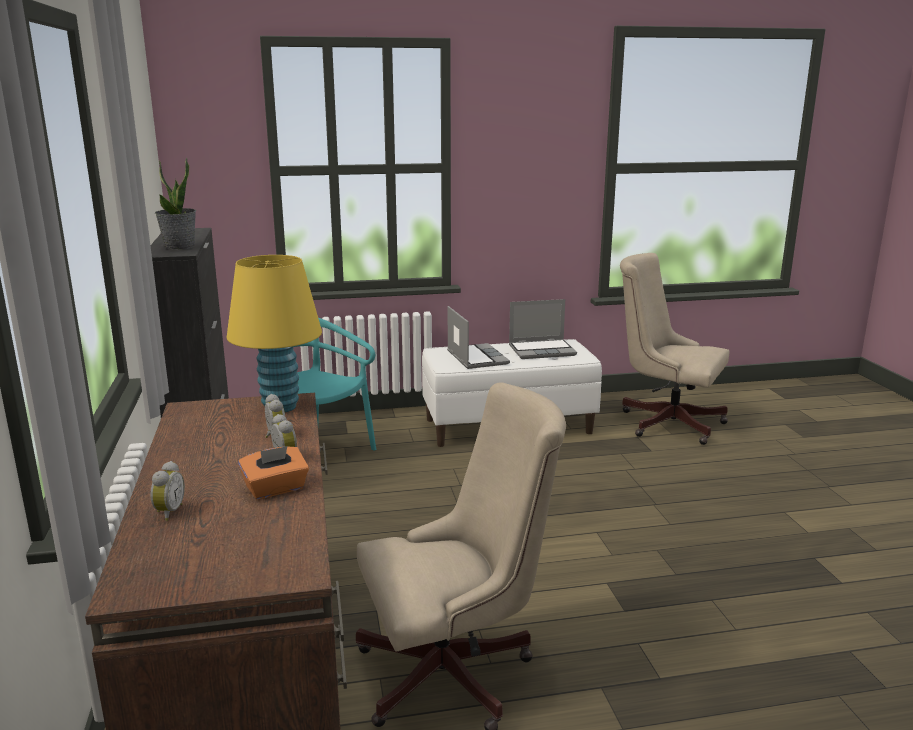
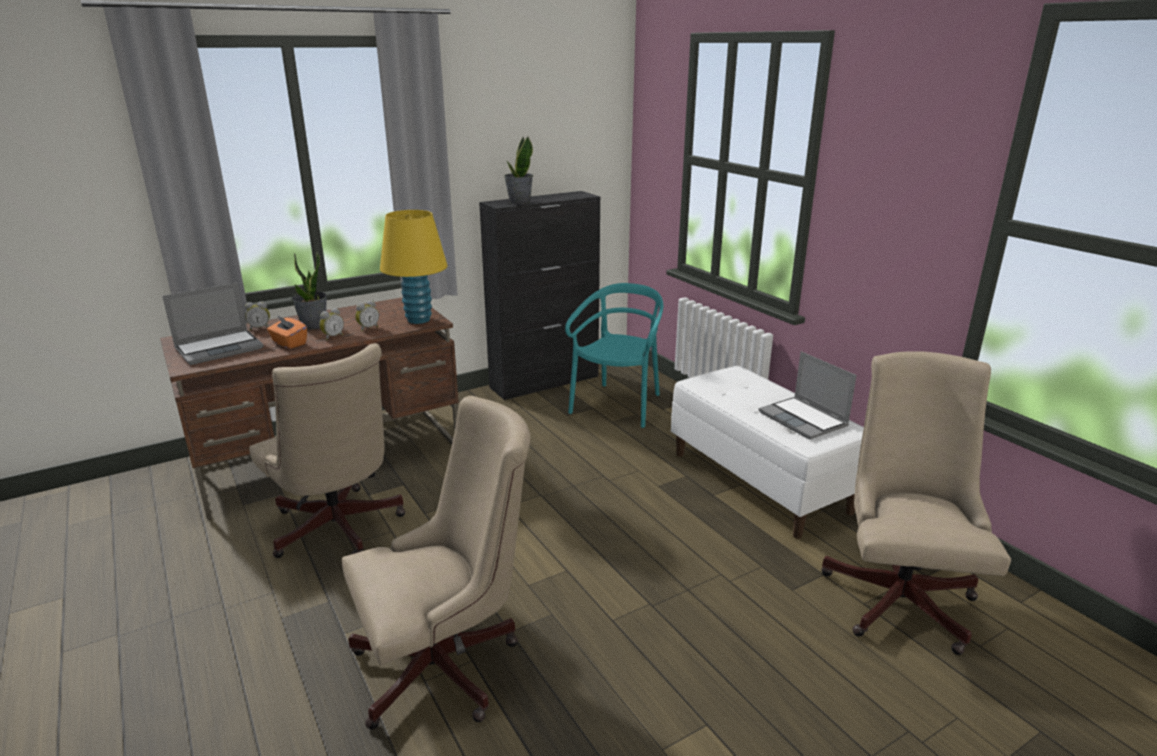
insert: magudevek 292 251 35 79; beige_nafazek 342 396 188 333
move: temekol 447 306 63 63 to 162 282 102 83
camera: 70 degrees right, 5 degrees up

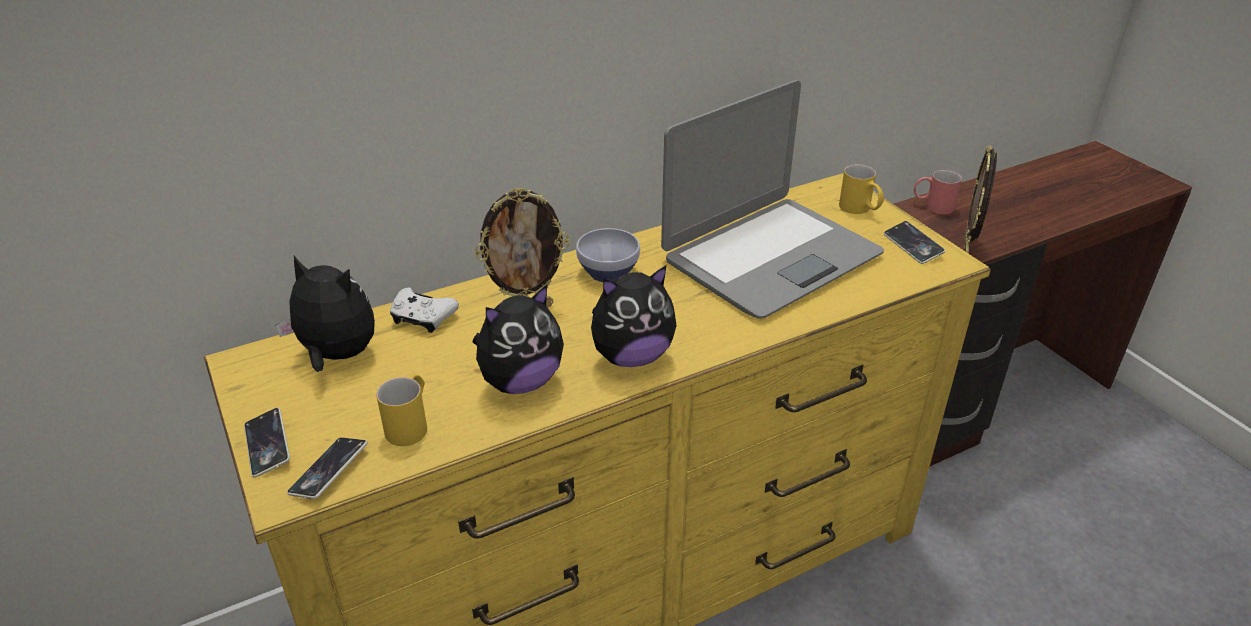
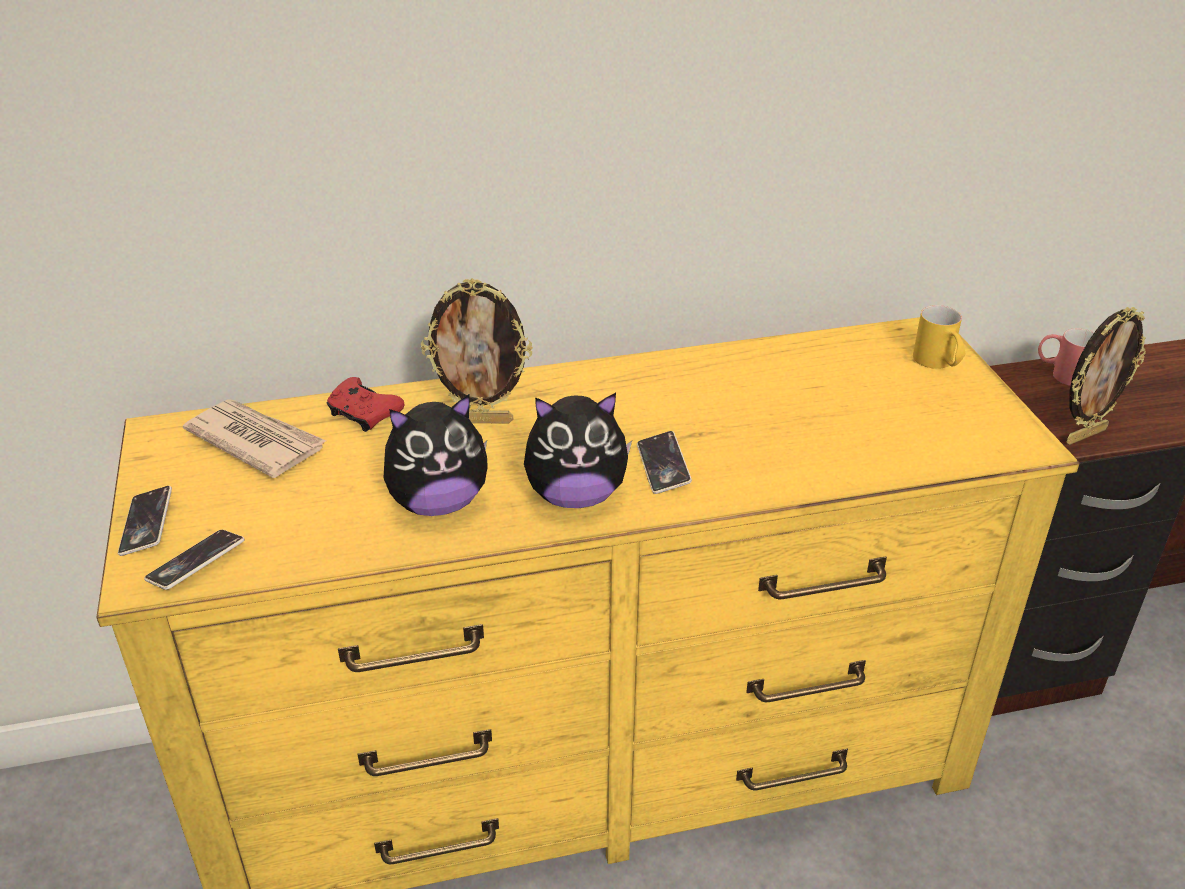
delete: temekol 661 80 223 239; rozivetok 576 228 64 54; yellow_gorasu 376 374 51 72
move: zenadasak 884 221 61 43 to 637 431 55 63
replace: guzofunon 275 256 100 116 to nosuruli 183 399 143 79
recolor: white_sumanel 390 288 69 45 to red_sumanel 327 377 78 55
rotate: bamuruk 964 145 33 109 = 1067 307 79 138 150 degrees counterclockwise
camera: 15 degrees right, 0 degrees up

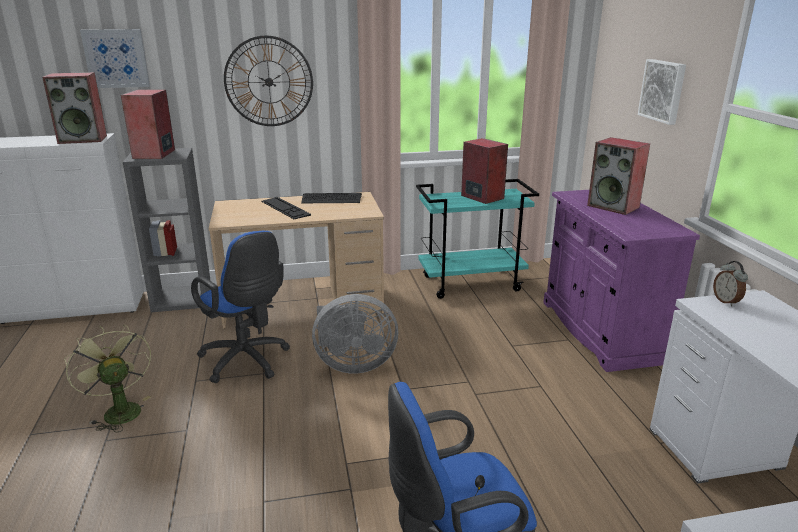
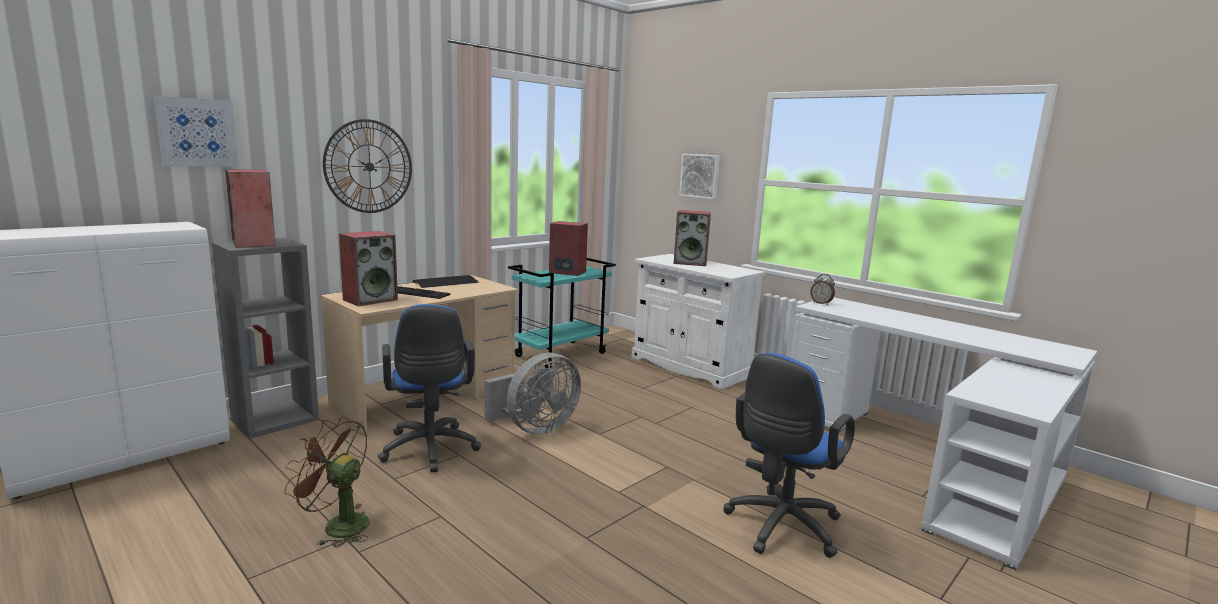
move: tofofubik 42 72 65 72 to 339 231 59 75
recolor: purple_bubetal 543 190 157 182 to white_bubetal 631 254 134 135; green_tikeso 64 325 87 107 to brown_tikeso 284 417 86 131
rotate: blue_nafazek 191 231 99 152 = 378 304 103 169 60 degrees clockwise
camera: 35 degrees left, 10 degrees down

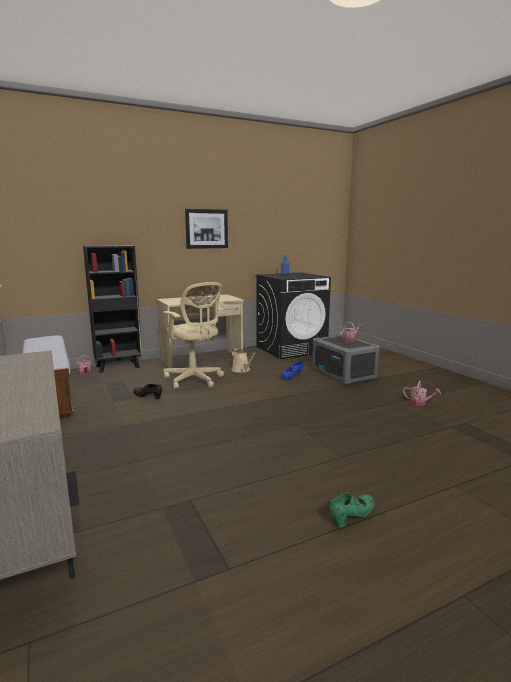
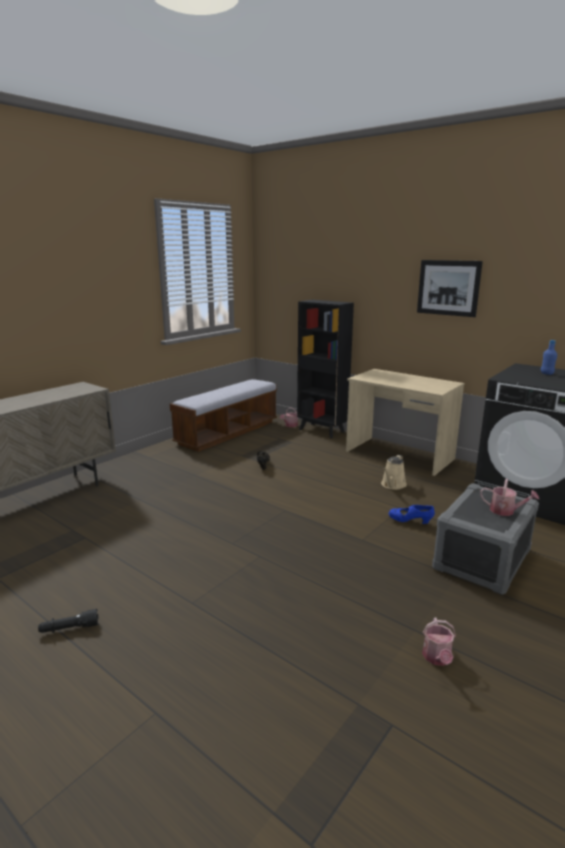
delete: beige_nafazek 163 282 61 107
replace: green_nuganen 329 493 45 35 to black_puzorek 38 609 60 24
camera: 65 degrees right, 5 degrees up

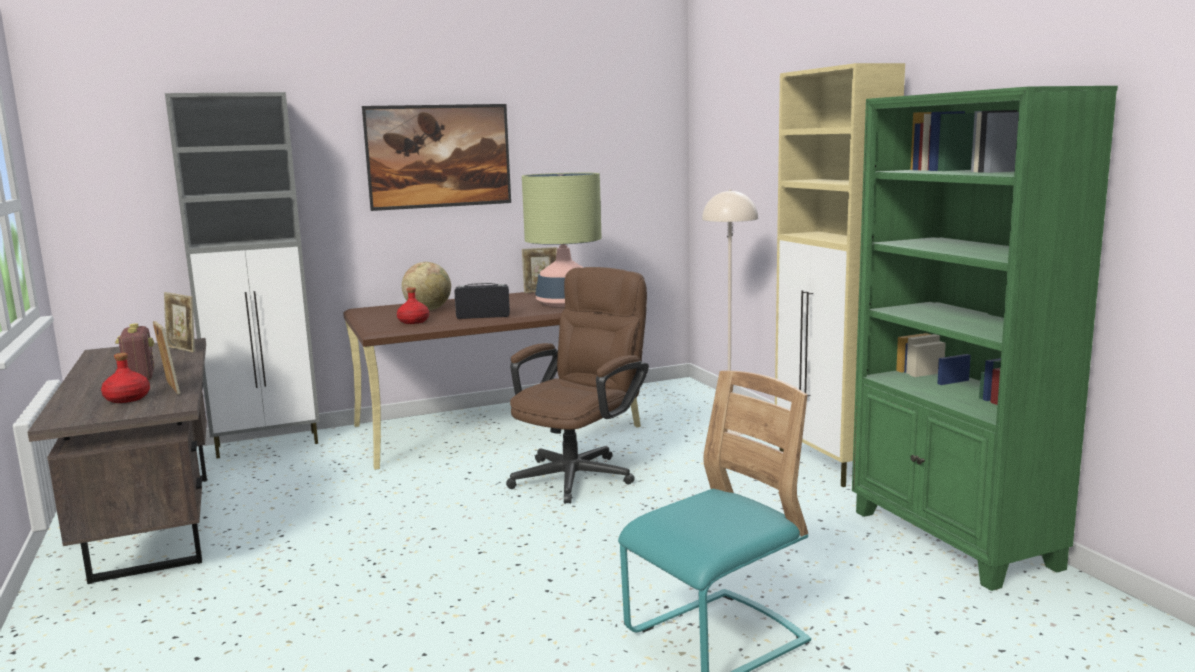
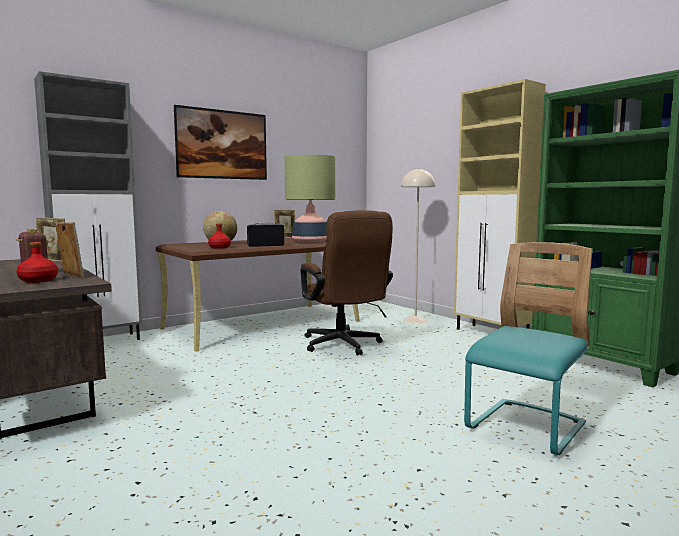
rotate: brown_nafazek 506 267 143 237 = 300 210 93 145 135 degrees clockwise
camera: 15 degrees left, 5 degrees down

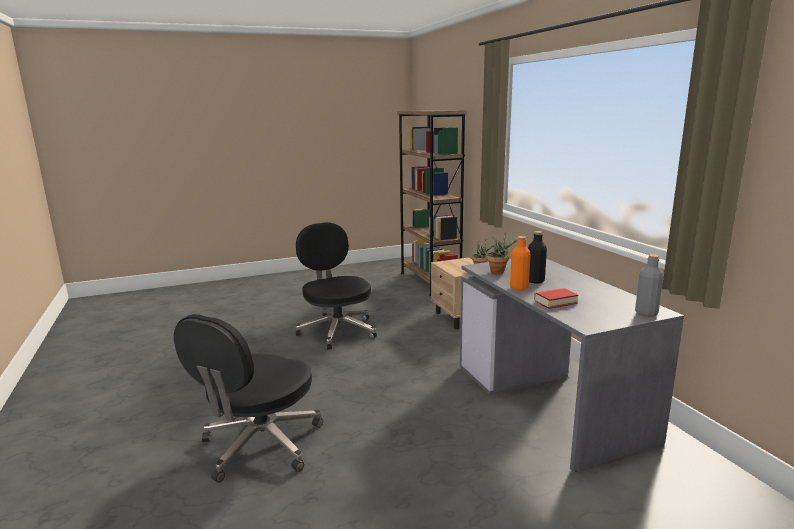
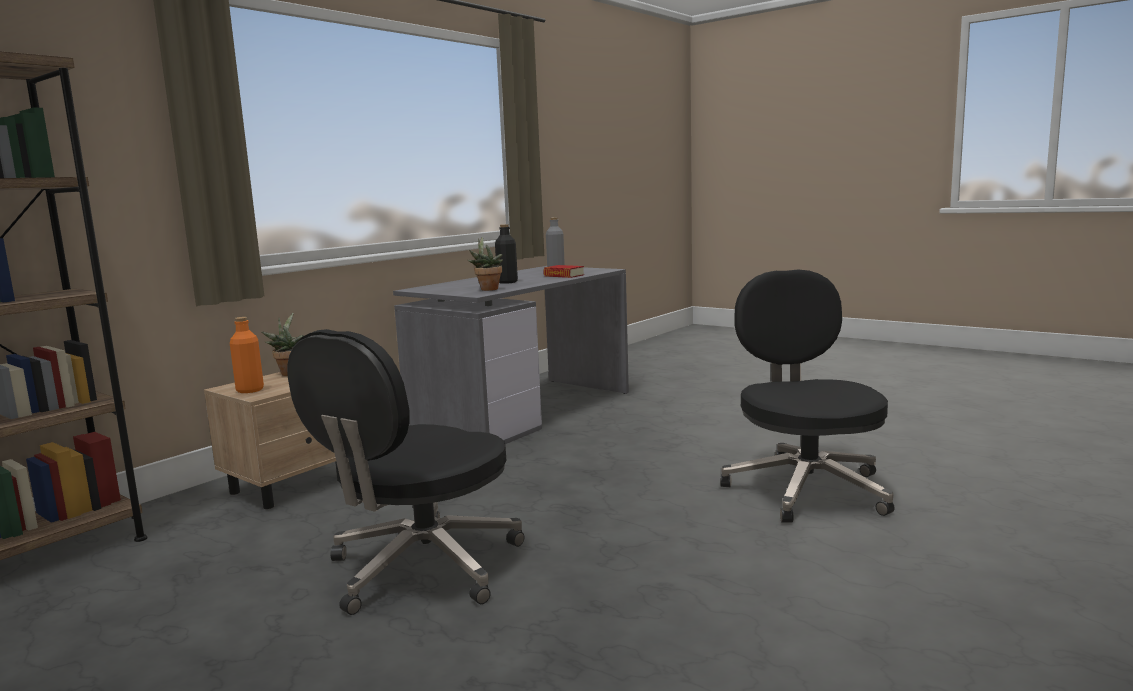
move: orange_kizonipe 510 236 21 55 to 230 317 34 76
rotate: black_nafazek 174 314 149 169 = 720 270 174 253 90 degrees counterclockwise
camera: 120 degrees left, 5 degrees down

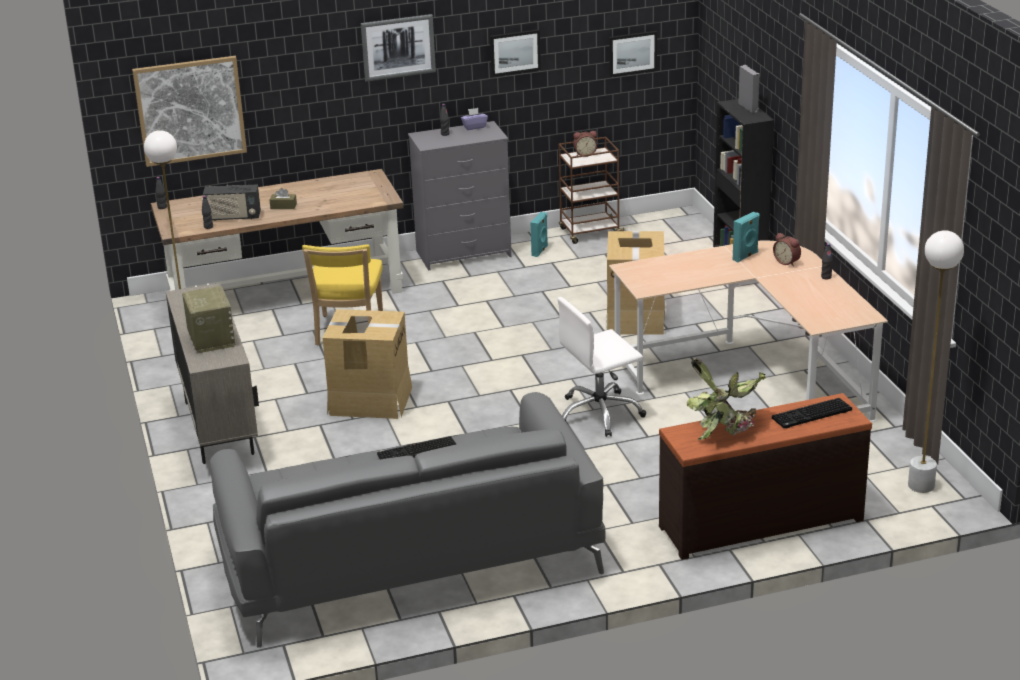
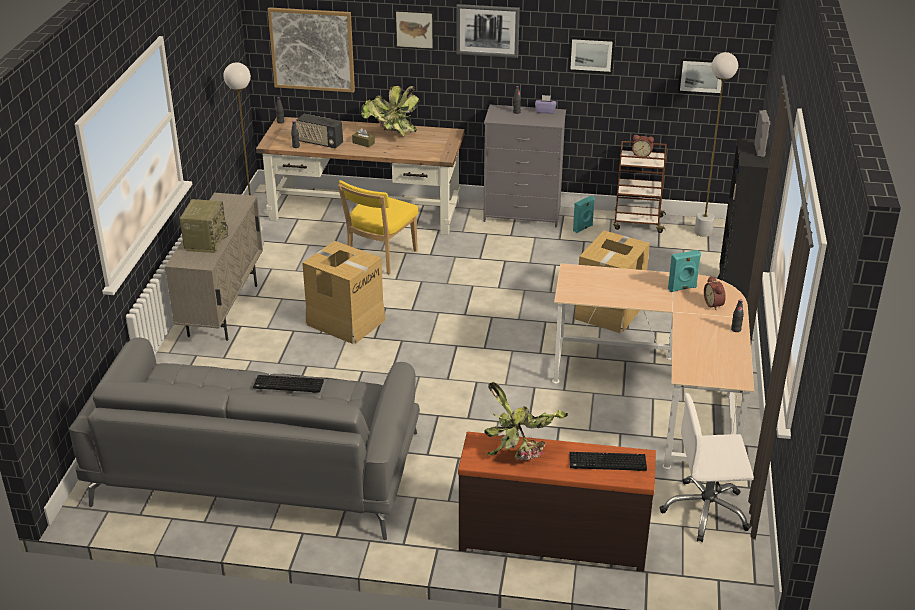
insert: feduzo 395 10 39 40; magudevek 361 86 58 51
move: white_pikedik 908 230 56 263 to 694 52 44 185; white_nafazek 557 297 89 140 to 660 393 94 149
camera: 25 degrees right, 5 degrees up

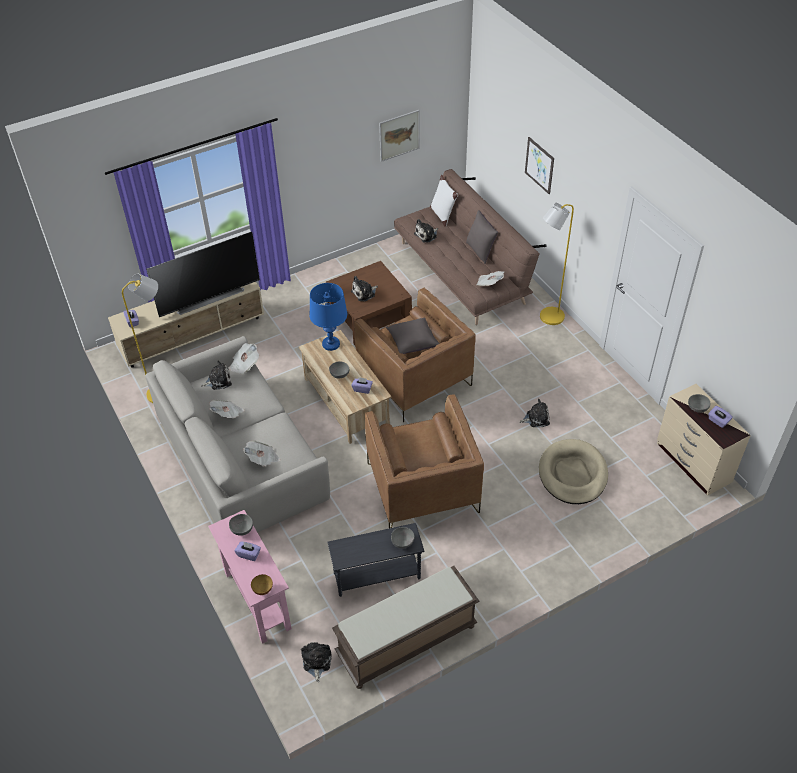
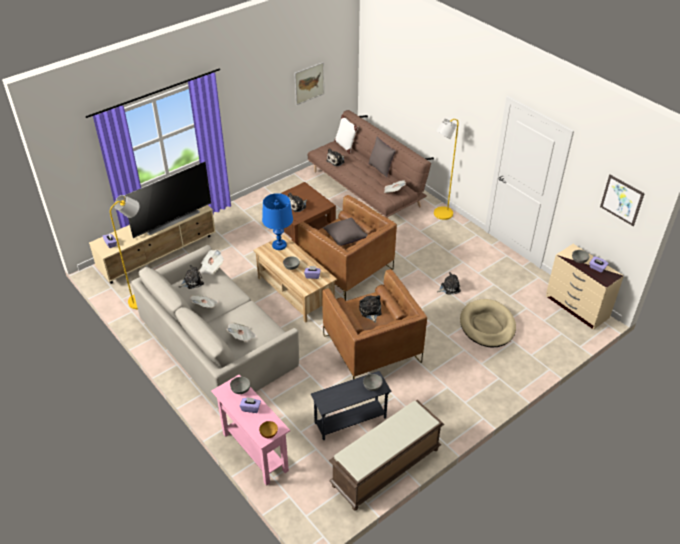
move: feduzo 525 137 29 57 to 600 175 45 51; guzofunon 301 642 31 40 to 359 295 23 28
camera: 10 degrees left, 5 degrees down

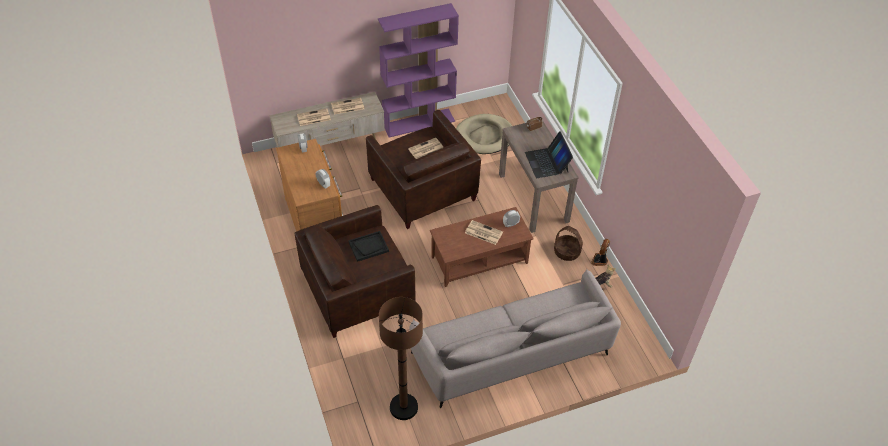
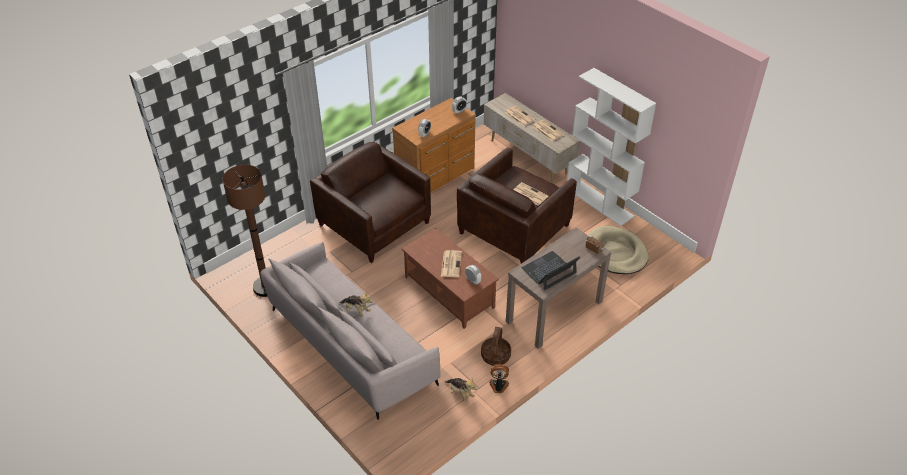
delete: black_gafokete 348 231 41 31
insert: guzofunon 339 291 34 26
recolor: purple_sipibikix 378 3 81 135 to white_sipibikix 567 68 89 158
camera: 70 degrees right, 5 degrees down

